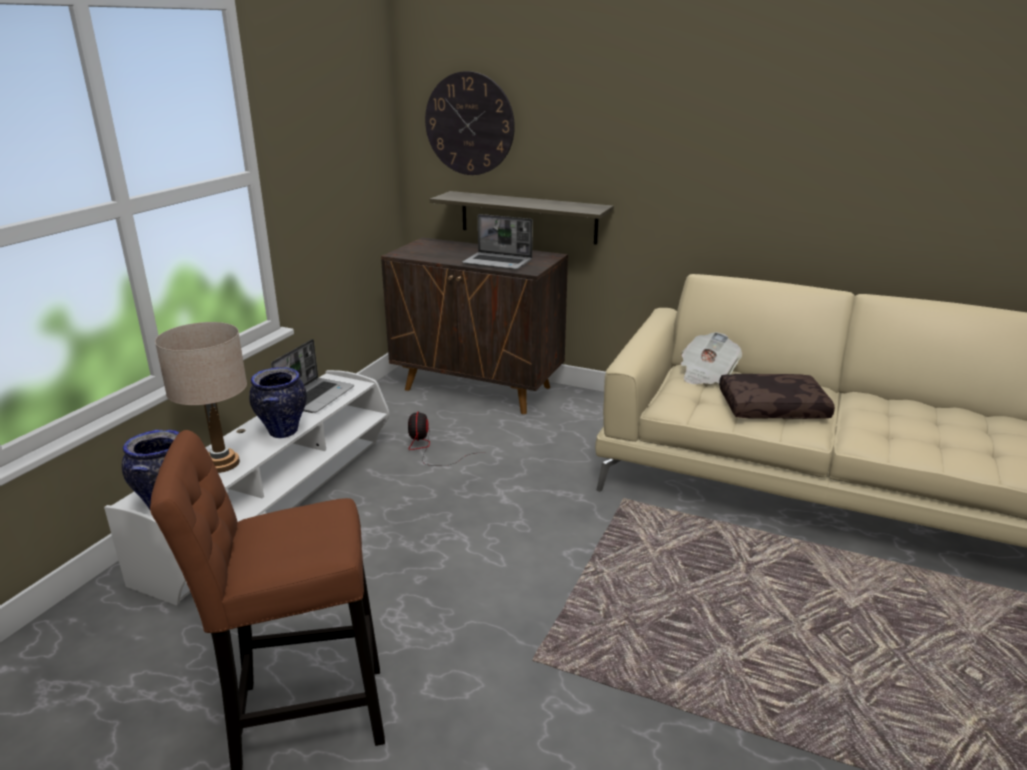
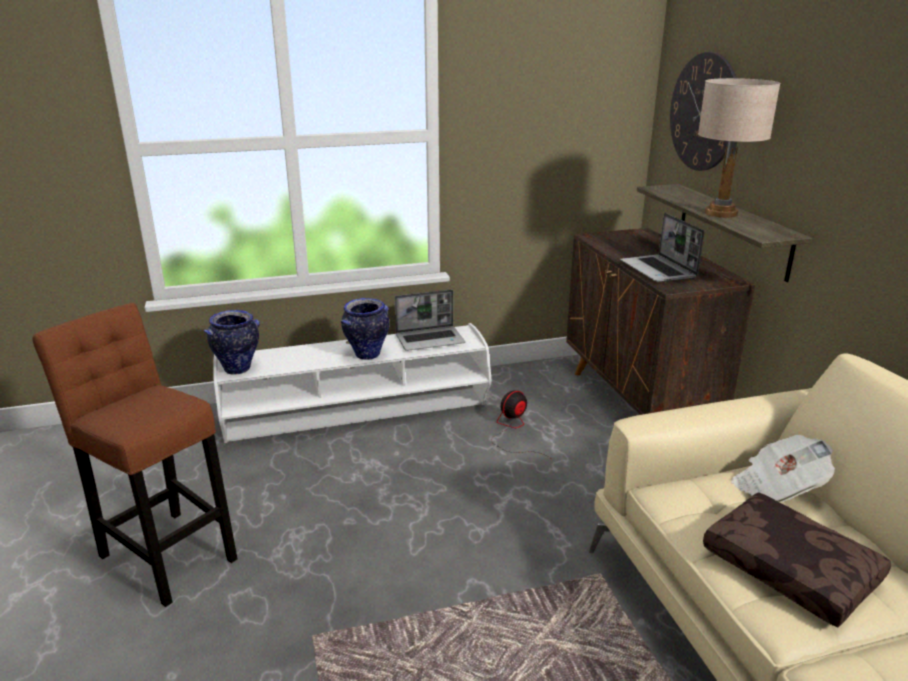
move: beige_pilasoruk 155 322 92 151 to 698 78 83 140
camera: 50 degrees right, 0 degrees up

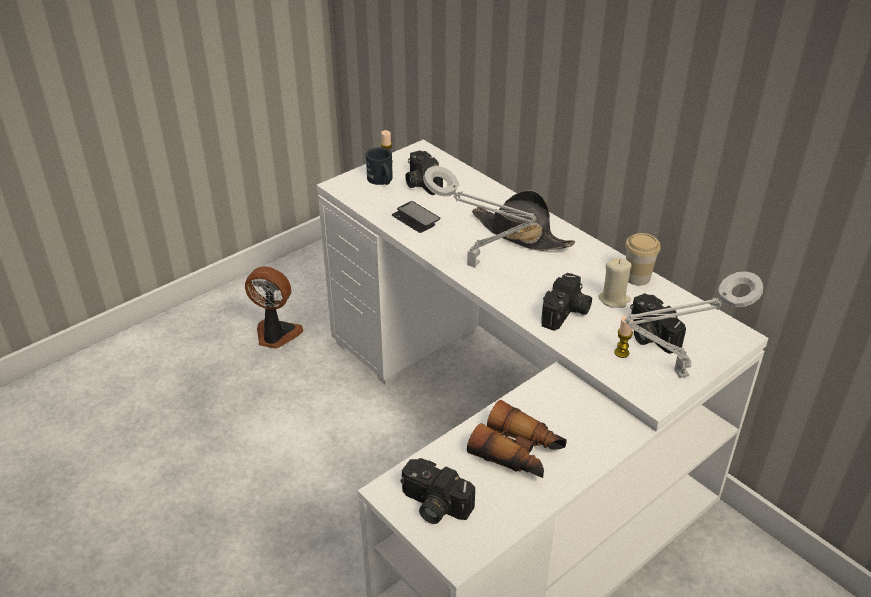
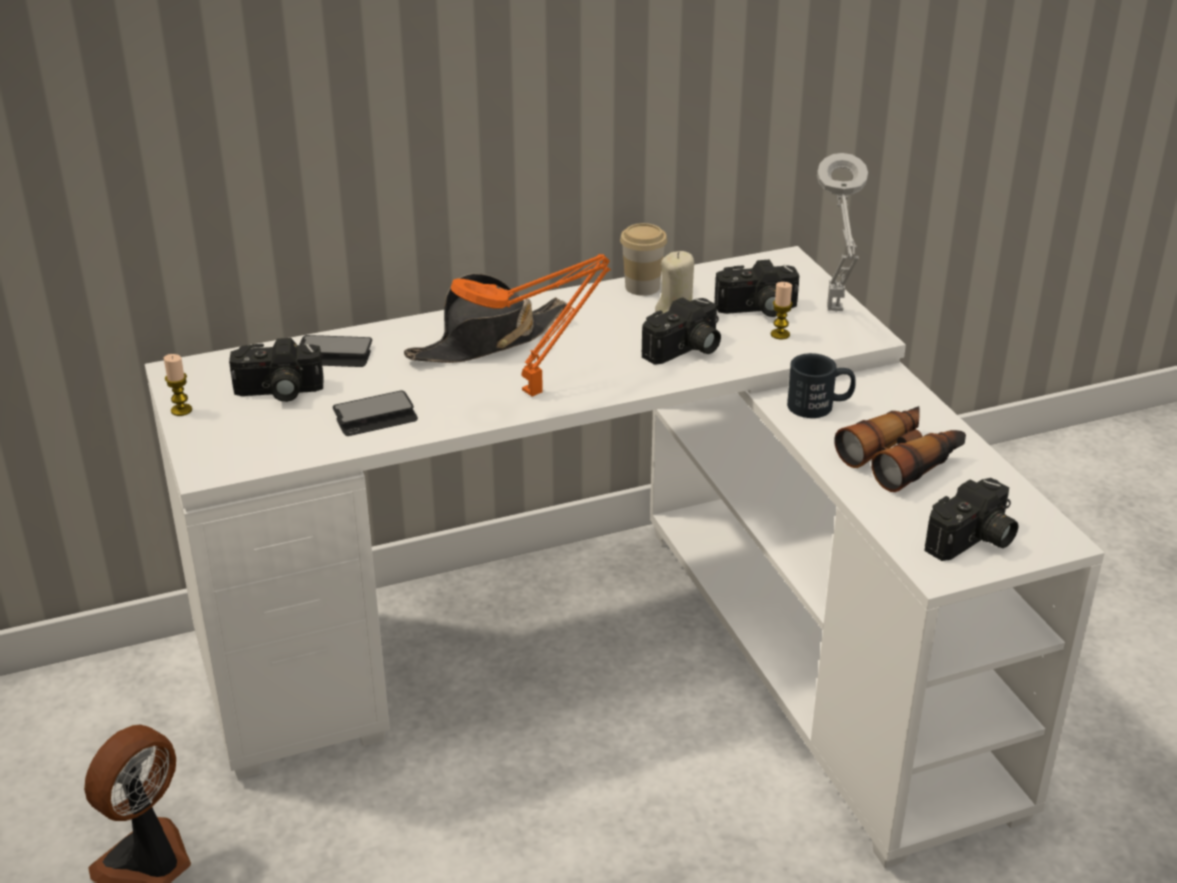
insert: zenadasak 299 335 73 32
move: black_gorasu 366 147 27 38 to 787 353 69 65
recolor: grey_pilasoruk 423 166 114 101 to orange_pilasoruk 451 254 160 143
rotate: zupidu 541 273 51 58 = 641 297 80 68 90 degrees clockwise
camera: 70 degrees left, 5 degrees down

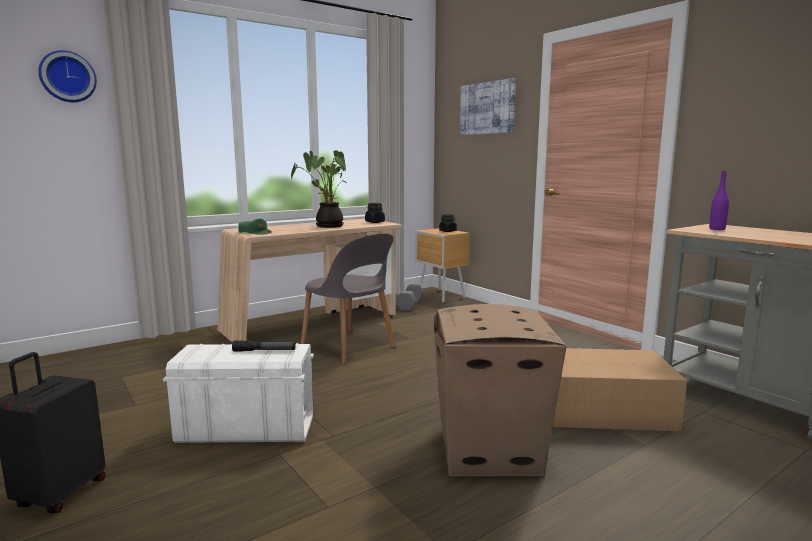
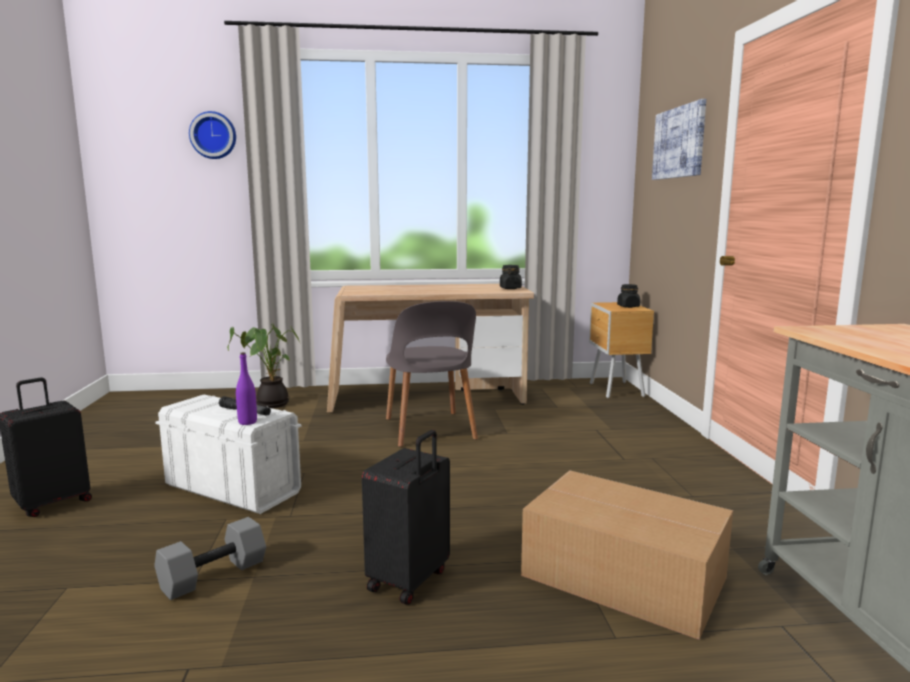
delete: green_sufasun 238 218 34 17
move: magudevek 291 150 57 78 to 227 324 73 84; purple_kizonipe 709 171 20 59 to 236 352 21 73; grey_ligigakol 396 284 27 27 to 154 517 112 83
replace: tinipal 433 304 134 172 to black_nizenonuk 362 430 88 175
camera: 30 degrees right, 0 degrees up

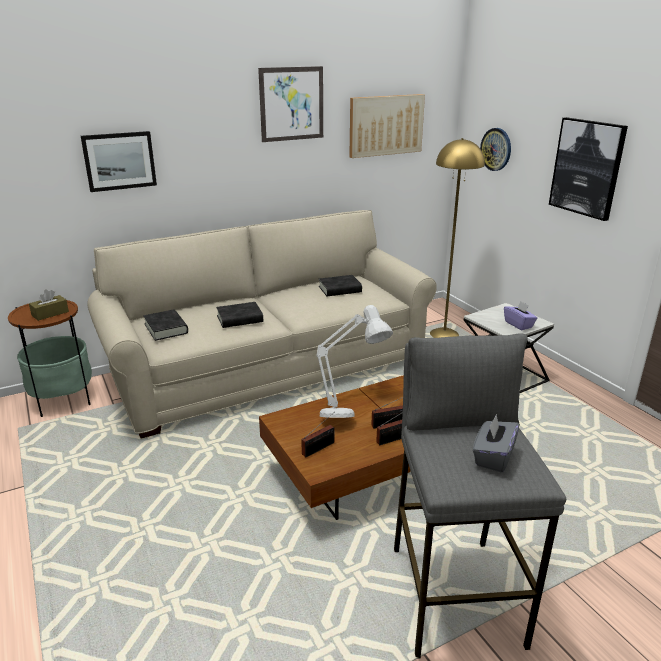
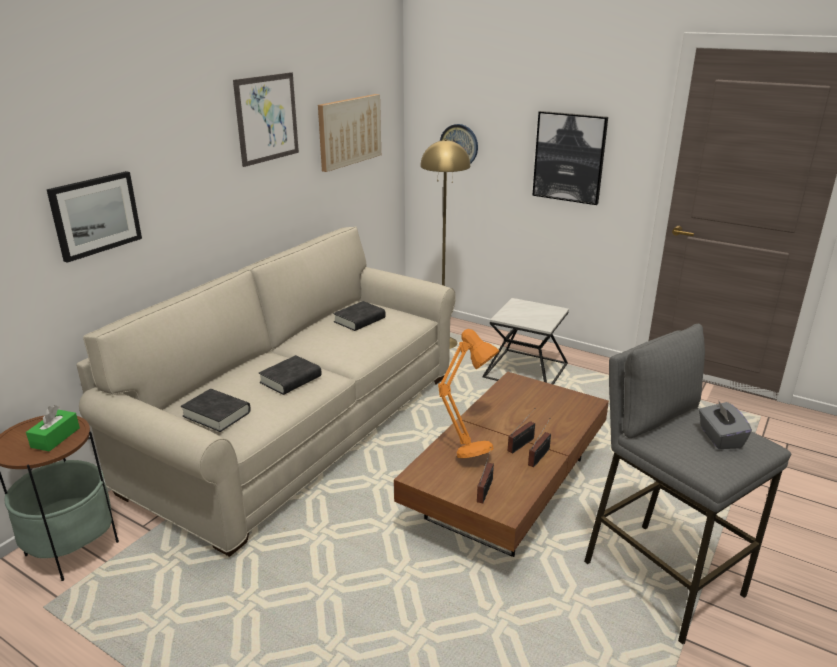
delete: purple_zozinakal 504 301 34 29
recolor: brown_zozinakal 29 289 40 32 to green_zozinakal 26 405 54 47; grey_pilasoruk 317 305 76 113 to orange_pilasoruk 438 329 61 129
camera: 30 degrees left, 0 degrees up

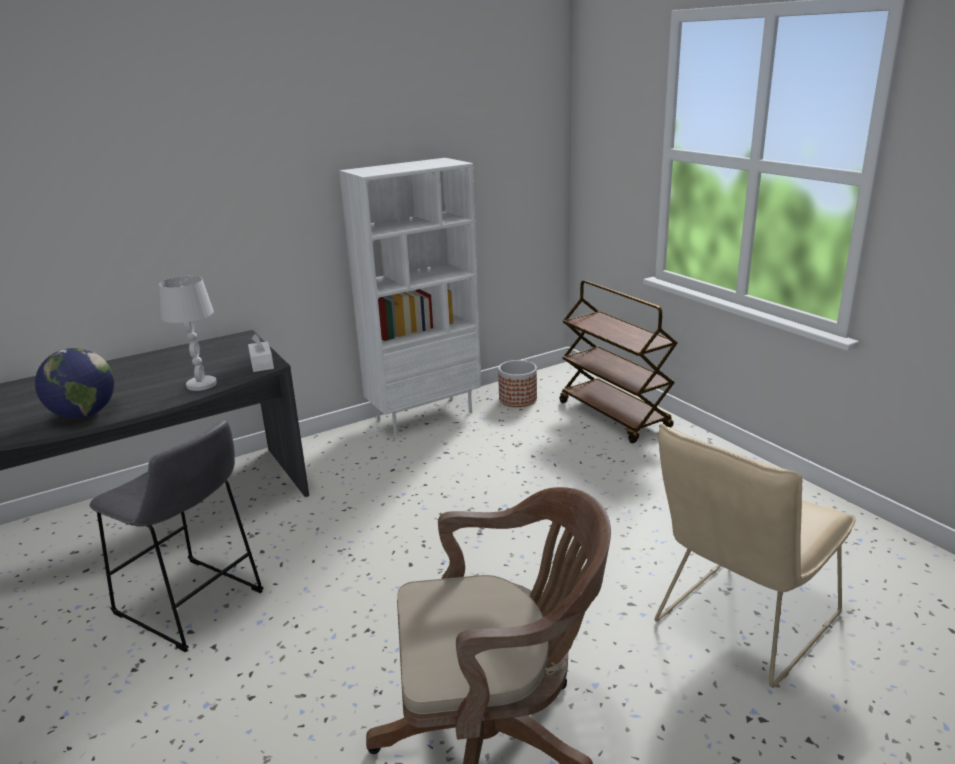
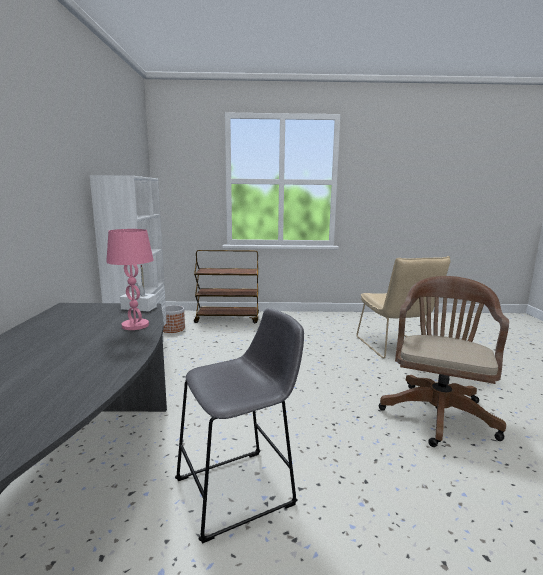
delete: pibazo 35 348 80 71
recolor: white_pilasoruk 159 276 58 115 to pink_pilasoruk 106 229 48 101
camera: 60 degrees left, 10 degrees down

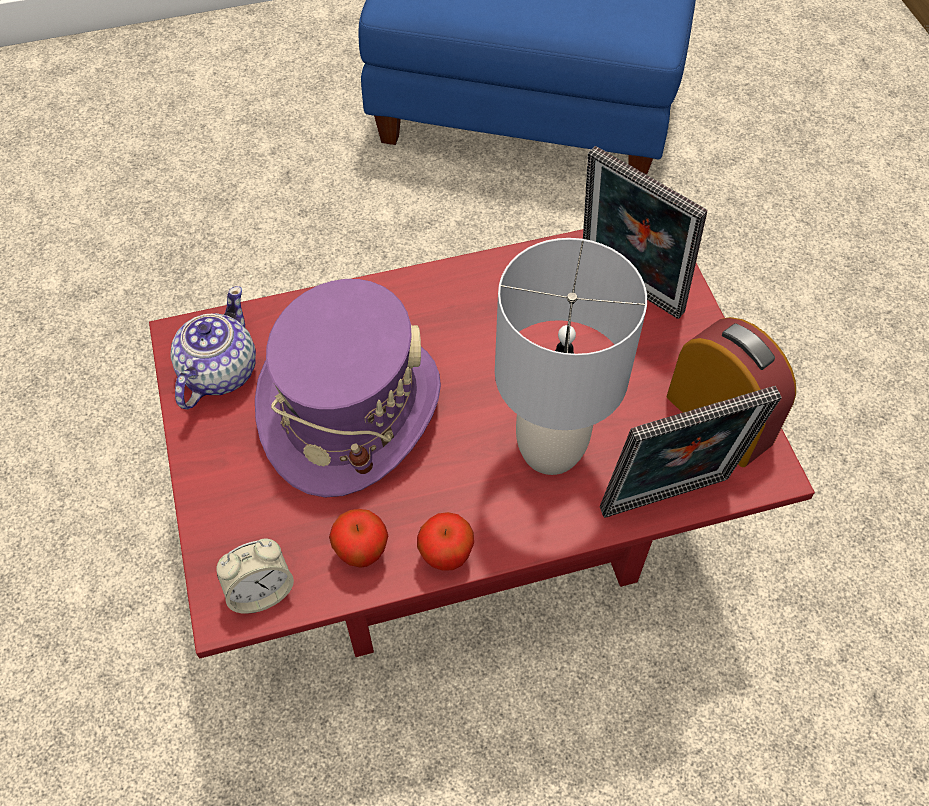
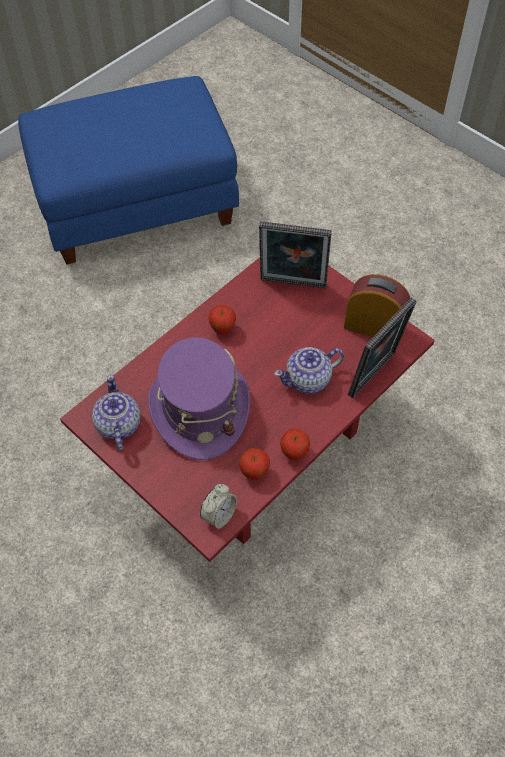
insert: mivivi 208 305 28 30
replace: grey_pilasoruk 495 238 152 237 to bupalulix 274 347 70 47
camera: 30 degrees left, 0 degrees up

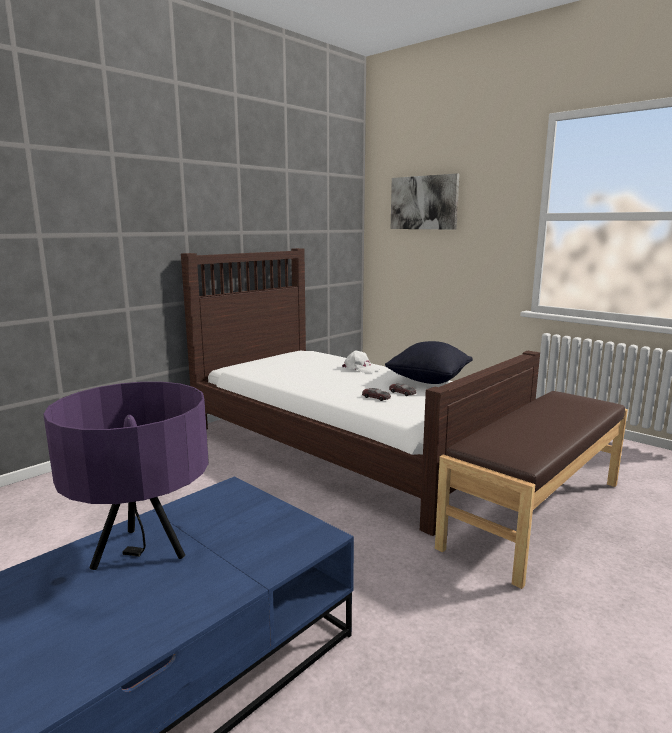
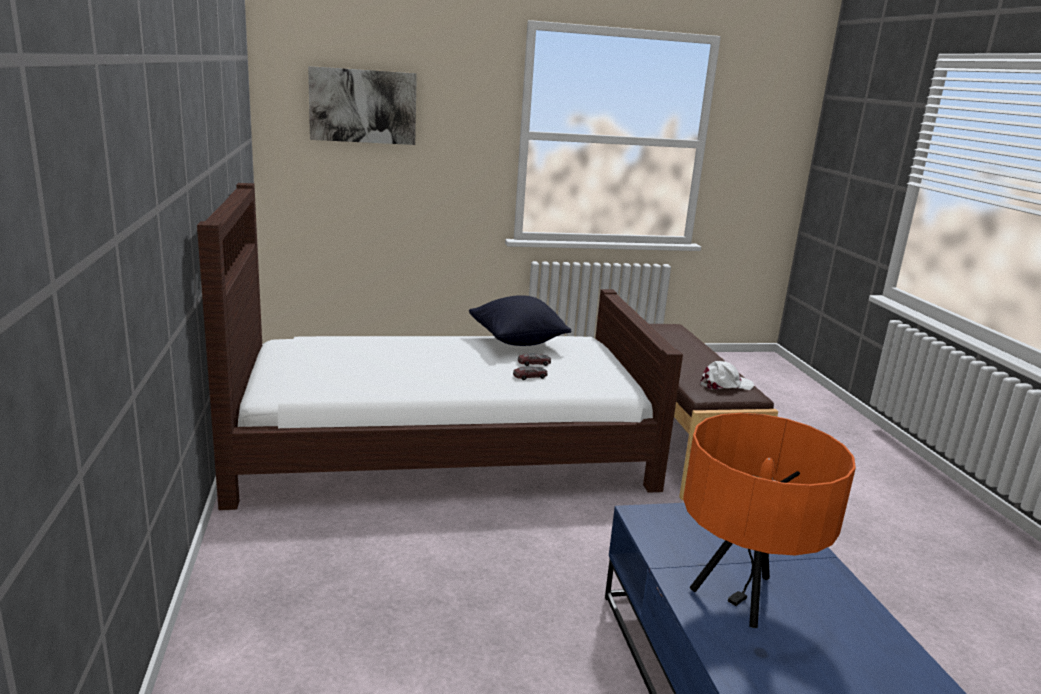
move: white_sufasun 342 350 38 23 to 700 361 54 29
recolor: purple_pilasoruk 43 382 166 188 to orange_pilasoruk 683 413 173 215
camera: 55 degrees left, 5 degrees up

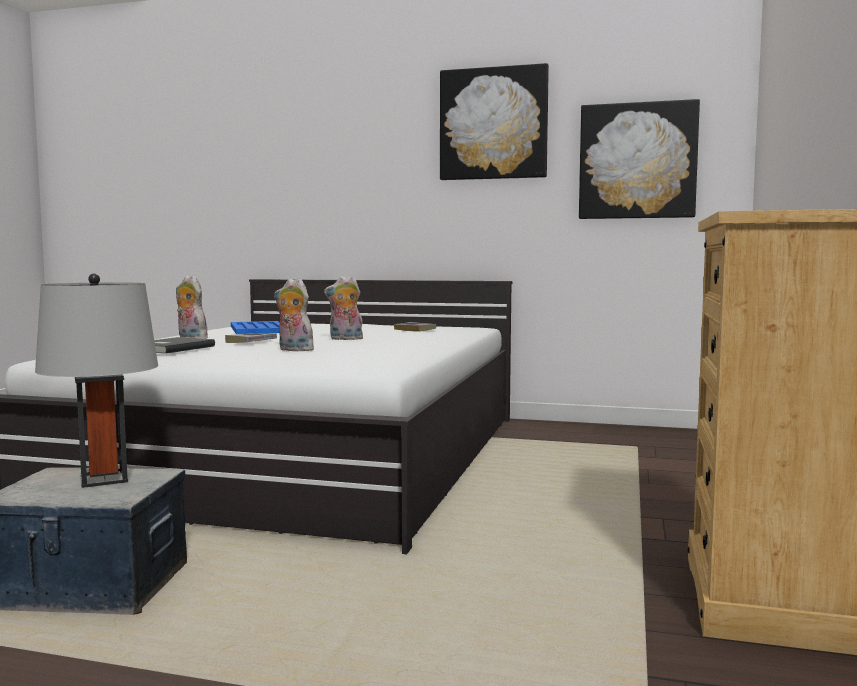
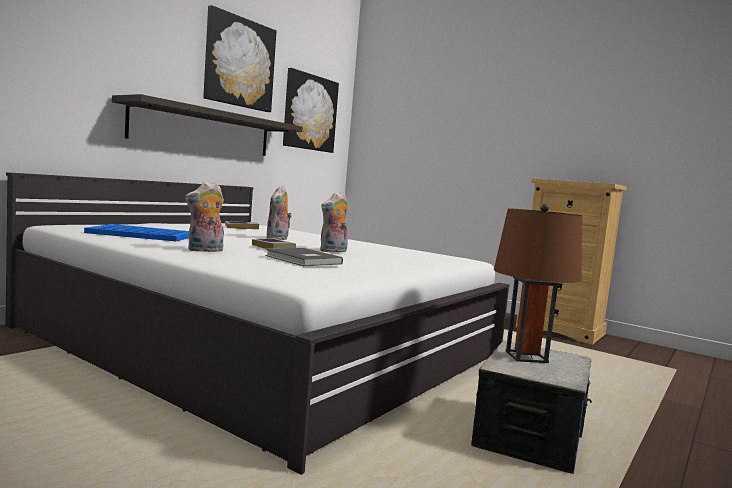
insert: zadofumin 112 94 191 62
recolor: grey_pilasoruk 35 273 123 215 to brown_pilasoruk 494 204 89 159
camera: 70 degrees left, 0 degrees up

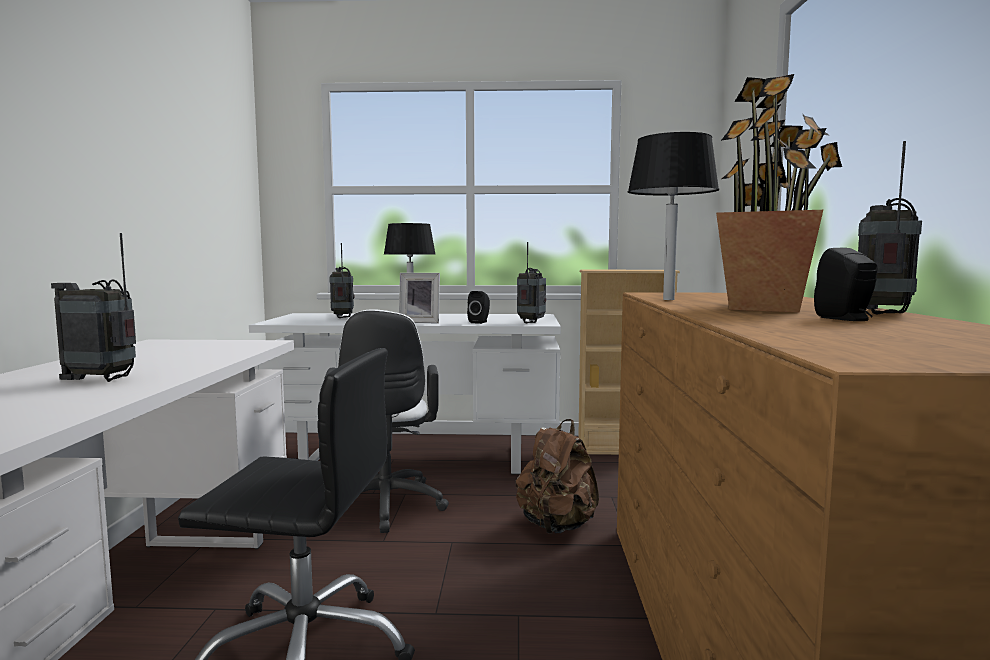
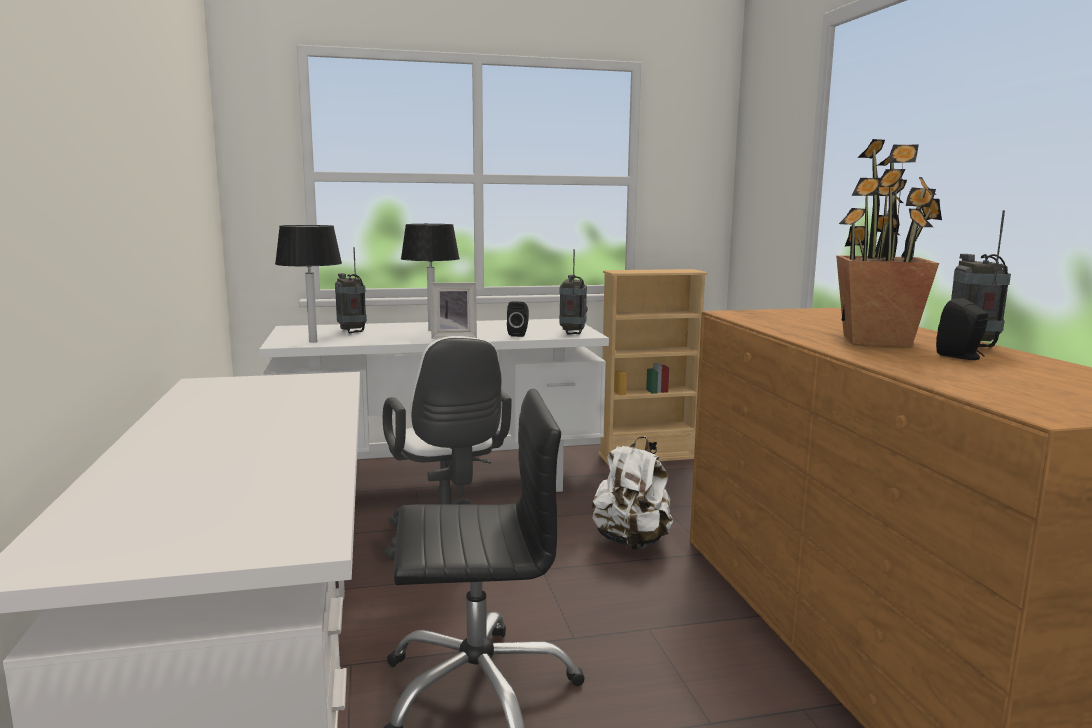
delete: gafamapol 51 233 85 149
move: black_pilasoruk 628 132 91 168 to 275 225 67 118
recolor: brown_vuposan 516 419 83 115 to white_vuposan 592 436 81 114
camera: 15 degrees left, 5 degrees up

